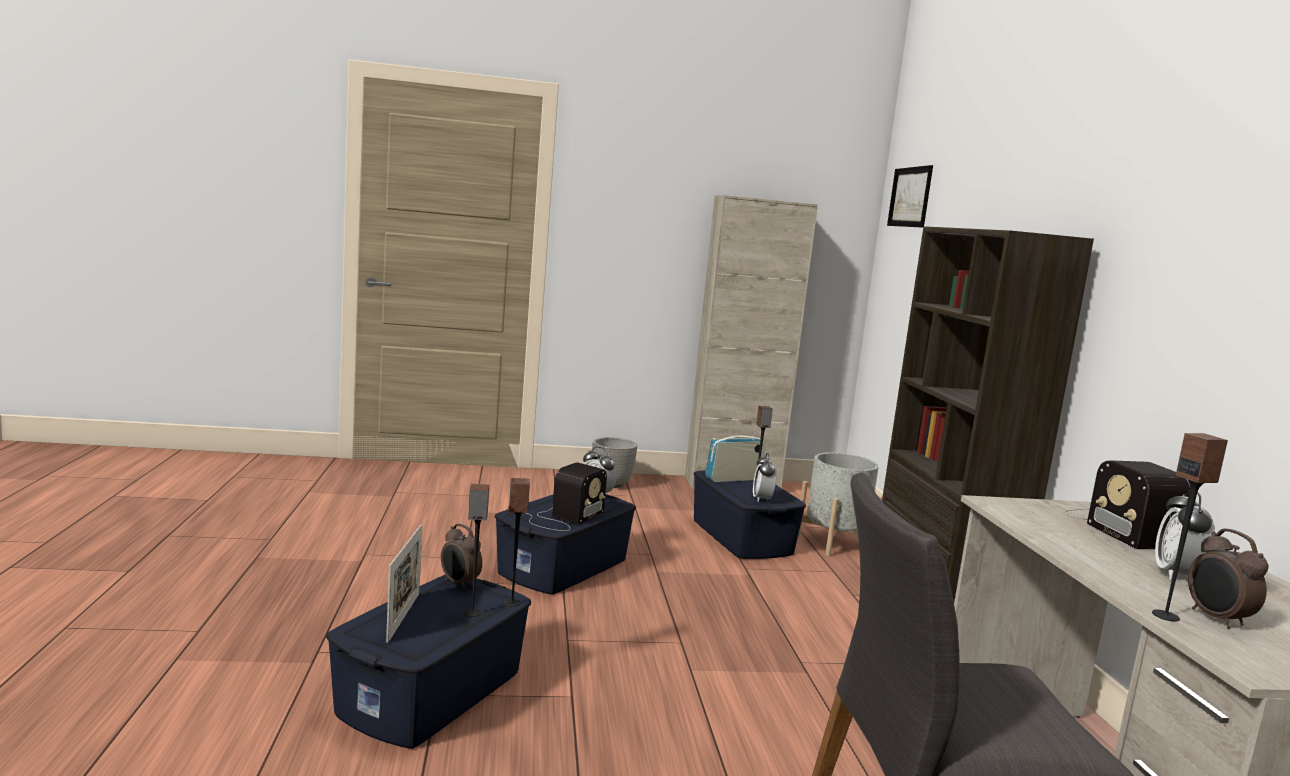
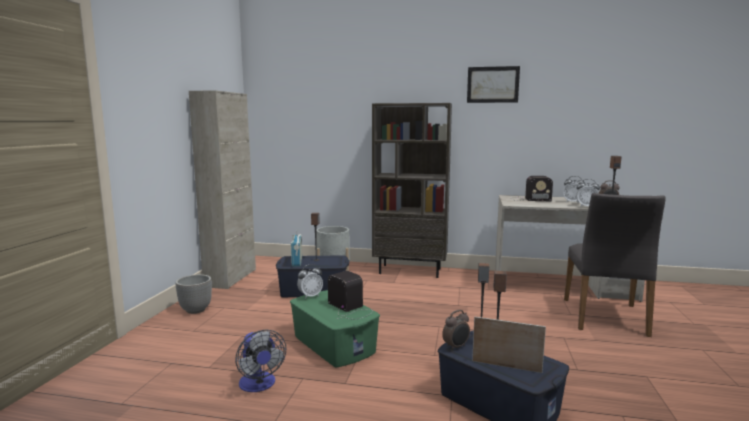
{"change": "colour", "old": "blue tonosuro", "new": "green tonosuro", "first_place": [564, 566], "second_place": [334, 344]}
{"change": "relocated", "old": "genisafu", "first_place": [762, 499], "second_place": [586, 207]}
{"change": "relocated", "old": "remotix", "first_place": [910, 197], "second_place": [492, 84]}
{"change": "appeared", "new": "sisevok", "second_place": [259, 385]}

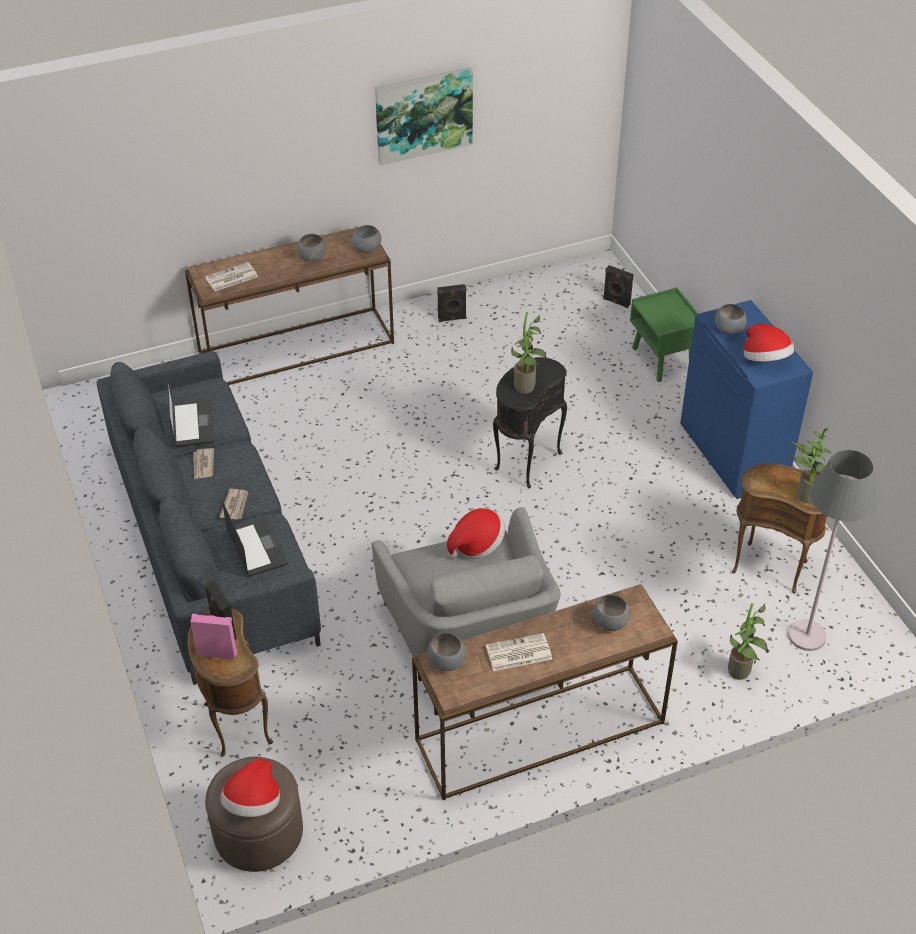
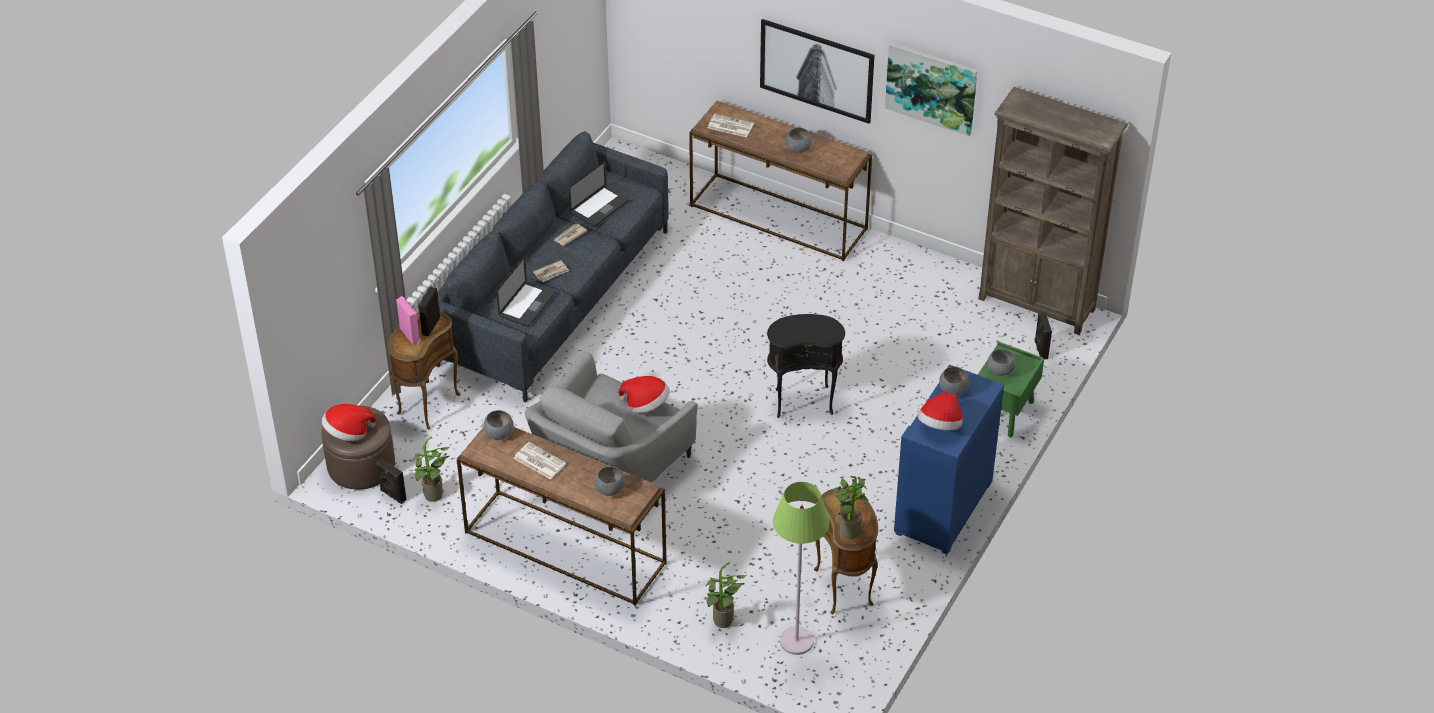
{"change": "relocated", "old": "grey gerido", "first_place": [366, 248], "second_place": [1000, 370]}
{"change": "relocated", "old": "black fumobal", "first_place": [452, 319], "second_place": [392, 495]}
{"change": "relocated", "old": "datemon", "first_place": [527, 388], "second_place": [433, 497]}
{"change": "colour", "old": "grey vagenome", "new": "green vagenome", "first_place": [807, 636], "second_place": [796, 641]}
{"change": "appeared", "new": "remotix", "second_place": [816, 70]}
{"change": "appeared", "new": "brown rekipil", "second_place": [1037, 304]}

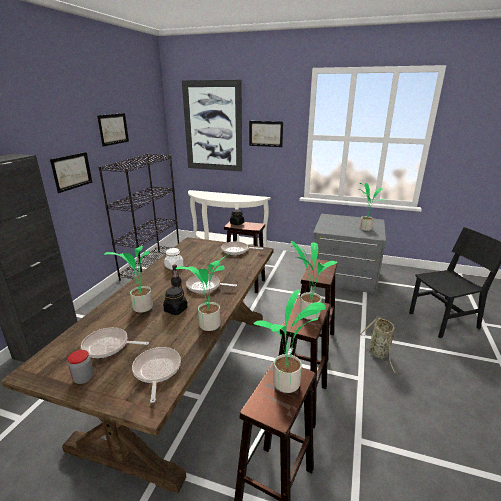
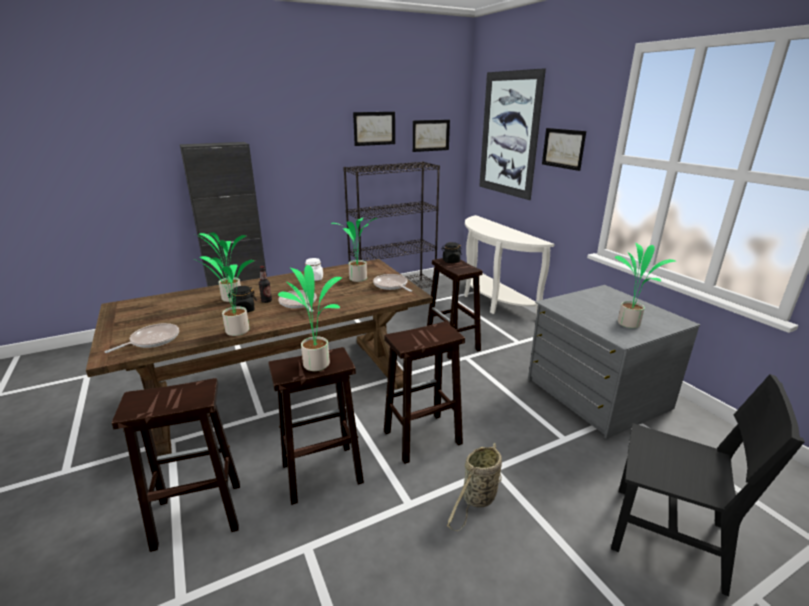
{"change": "relocated", "old": "remotix", "first_place": [72, 171], "second_place": [431, 135]}
{"change": "missing", "old": "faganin", "first_place": [83, 378]}
{"change": "missing", "old": "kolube", "first_place": [108, 346]}
{"change": "relocated", "old": "datemon", "first_place": [287, 385], "second_place": [357, 279]}

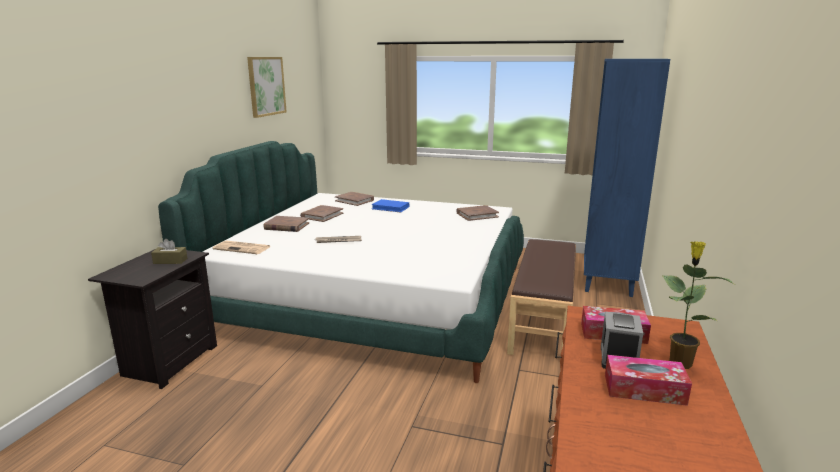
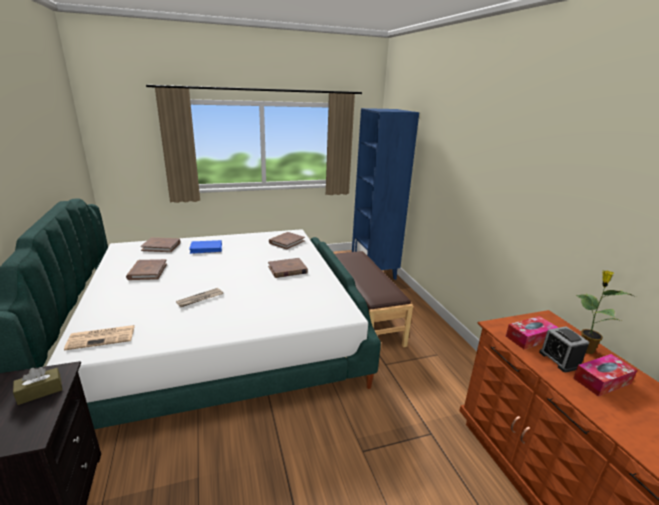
{"change": "missing", "old": "remotix", "first_place": [266, 86]}
{"change": "relocated", "old": "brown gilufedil", "first_place": [286, 226], "second_place": [287, 270]}

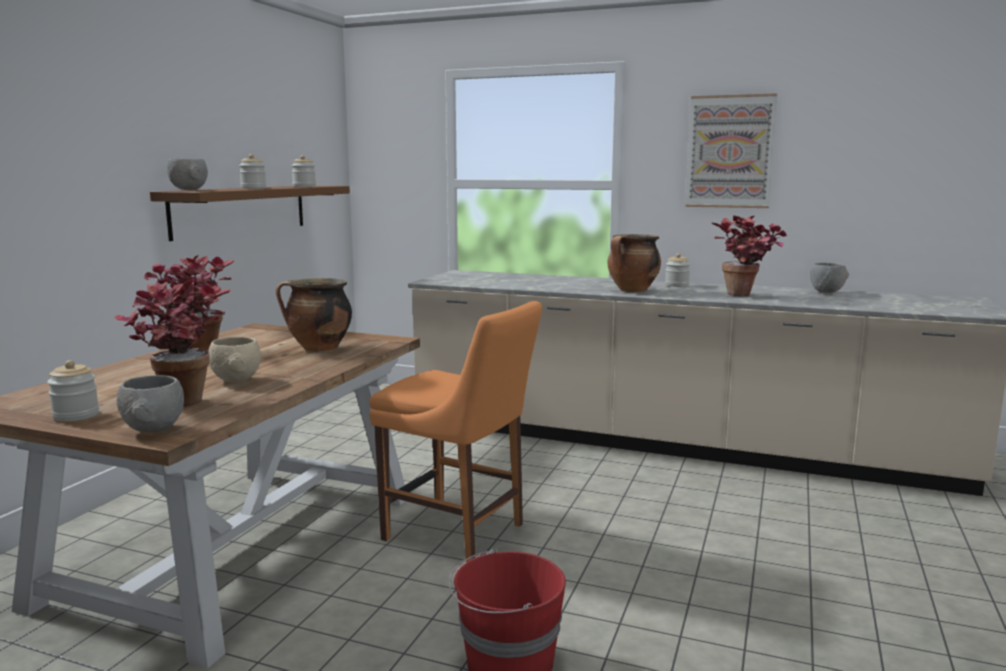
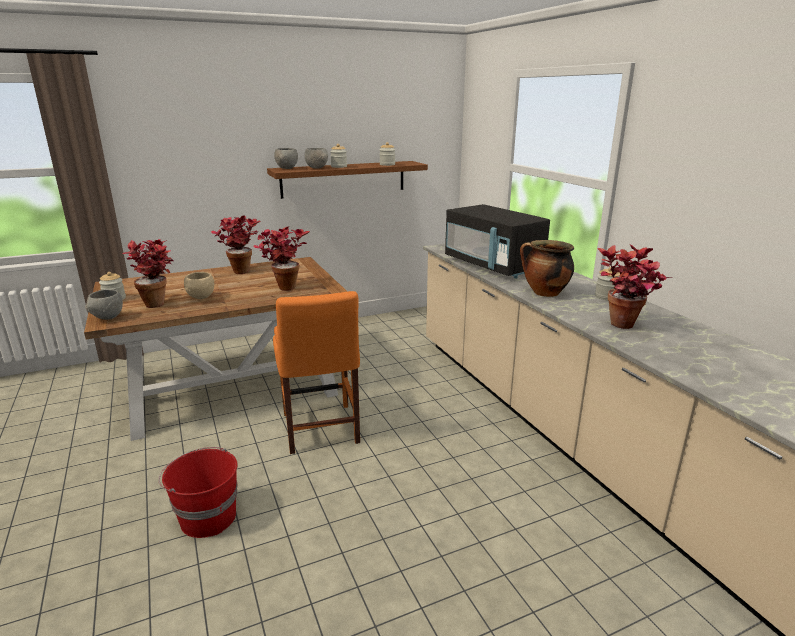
{"change": "exchanged", "old": "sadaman", "new": "datemon", "first_place": [318, 349], "second_place": [283, 286]}
{"change": "missing", "old": "remotix", "first_place": [730, 152]}
{"change": "relocated", "old": "grey gerido", "first_place": [827, 292], "second_place": [317, 168]}
{"change": "appeared", "new": "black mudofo", "second_place": [492, 266]}

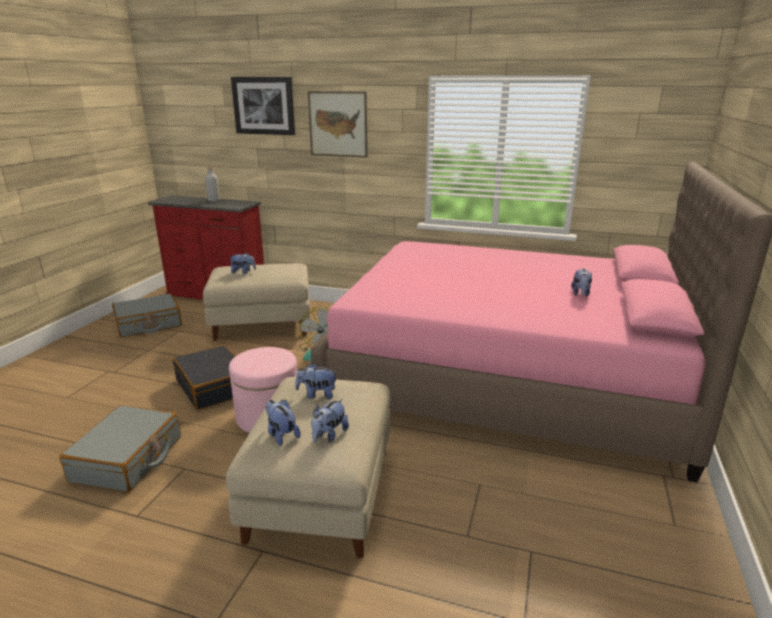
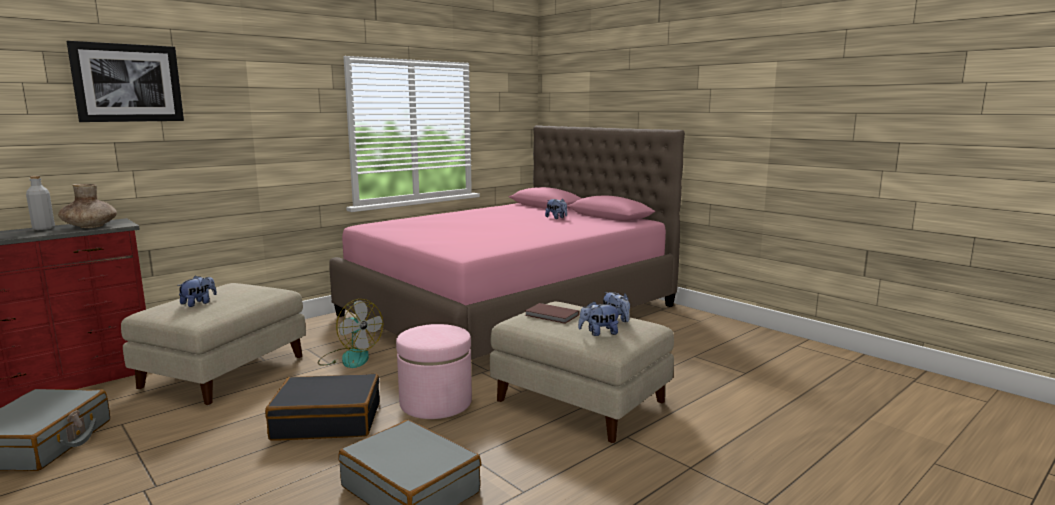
{"change": "exchanged", "old": "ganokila", "new": "brown gilufedil", "first_place": [317, 395], "second_place": [552, 315]}
{"change": "missing", "old": "remotix", "first_place": [338, 124]}
{"change": "appeared", "new": "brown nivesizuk", "second_place": [90, 226]}

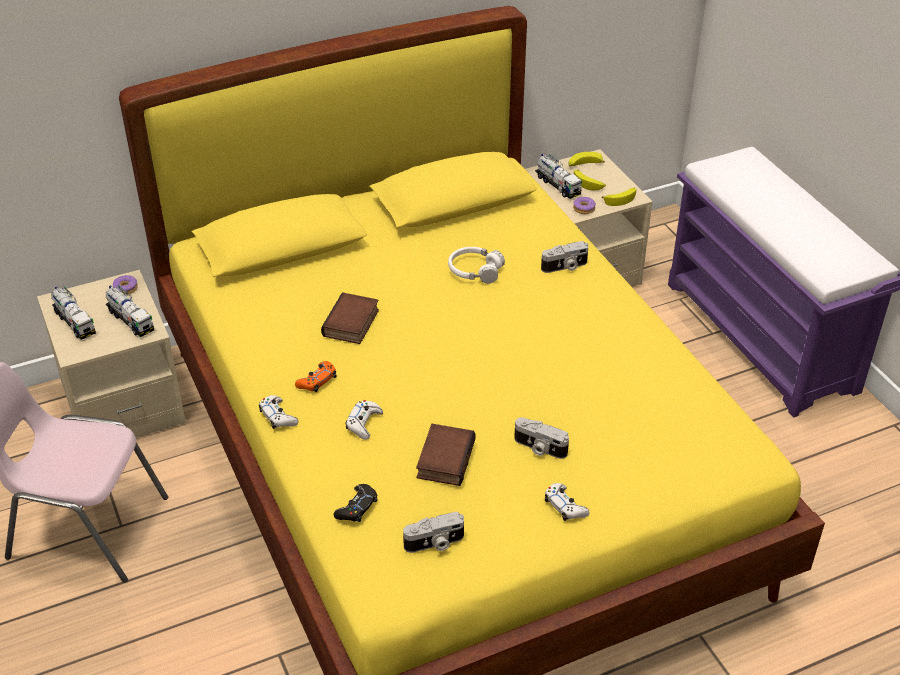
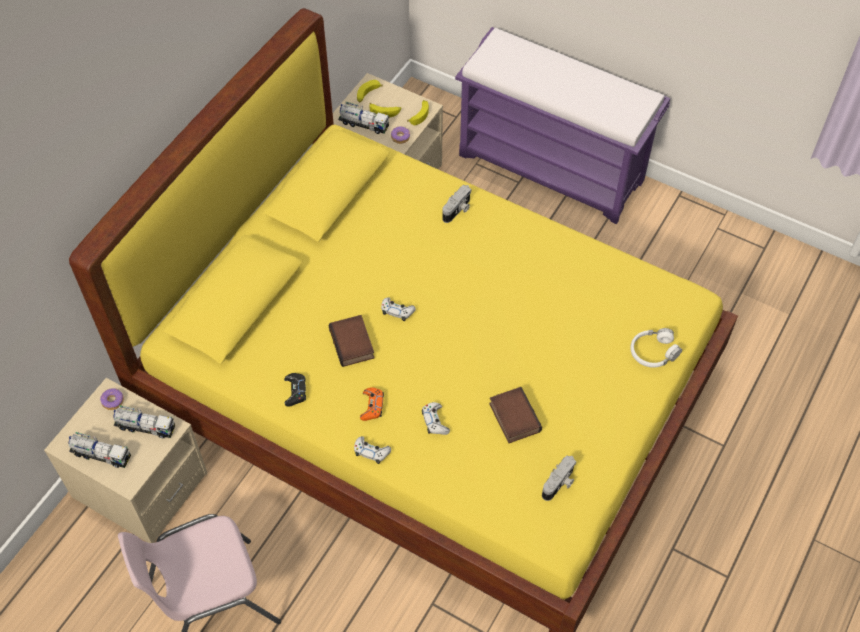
{"change": "relocated", "old": "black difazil", "first_place": [356, 508], "second_place": [295, 391]}
{"change": "relocated", "old": "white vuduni", "first_place": [475, 270], "second_place": [653, 352]}
{"change": "missing", "old": "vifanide", "first_place": [539, 448]}
{"change": "relocated", "old": "white difazil", "first_place": [565, 506], "second_place": [397, 311]}

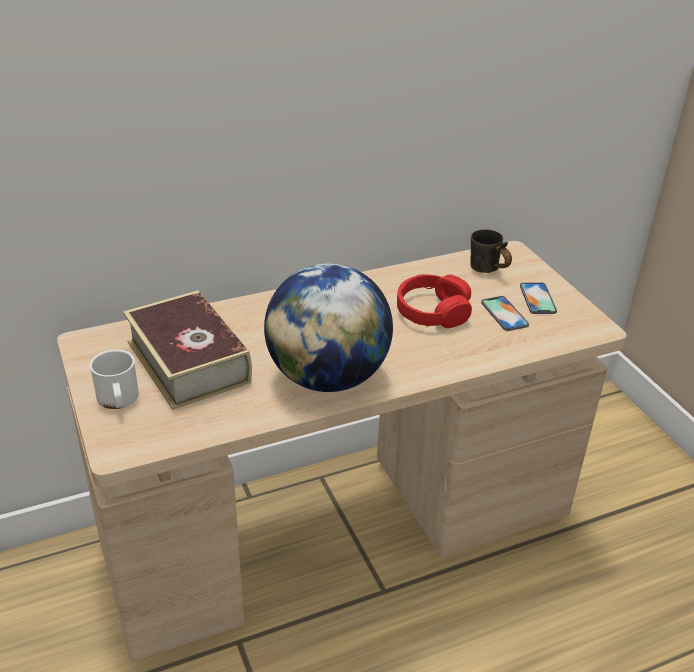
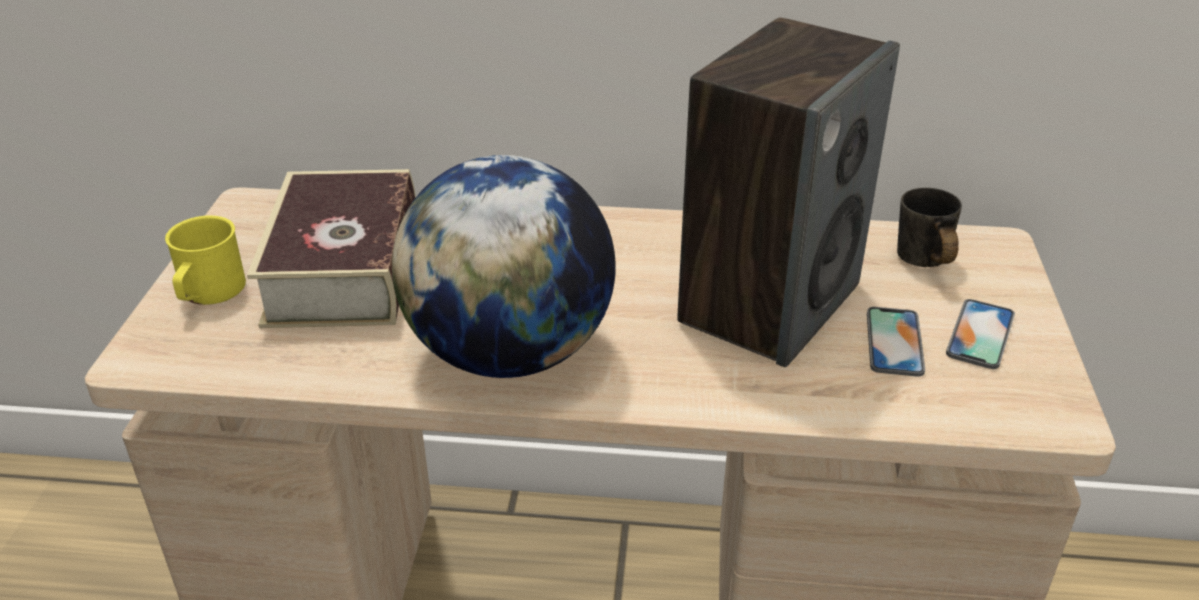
{"change": "colour", "old": "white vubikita", "new": "yellow vubikita", "first_place": [118, 400], "second_place": [208, 293]}
{"change": "exchanged", "old": "red vuduni", "new": "fumobal", "first_place": [432, 311], "second_place": [769, 302]}

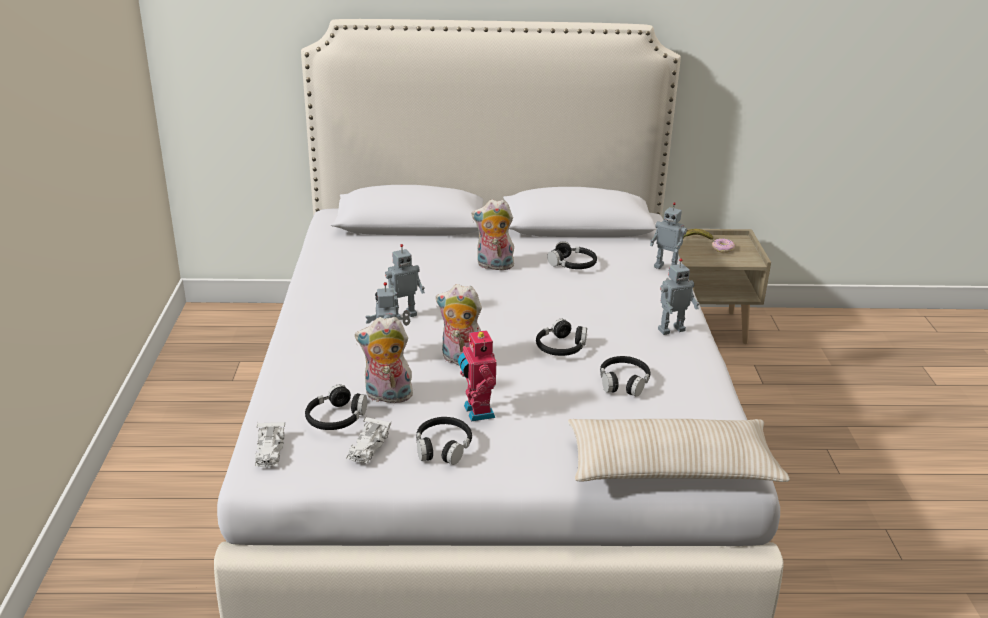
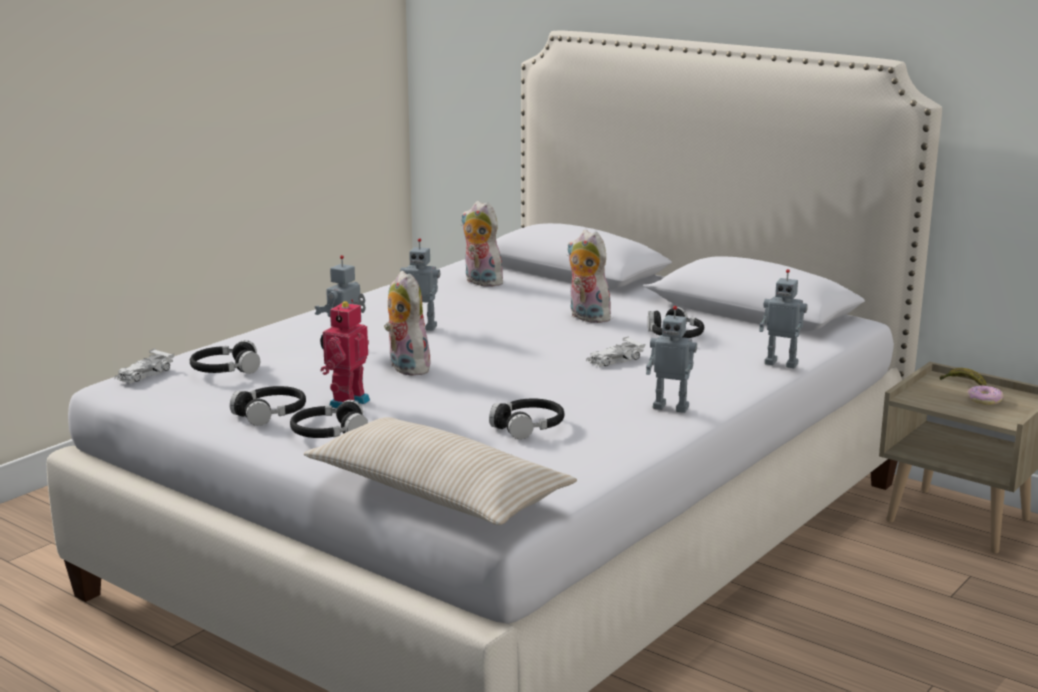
{"change": "relocated", "old": "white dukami", "first_place": [368, 447], "second_place": [614, 360]}
{"change": "relocated", "old": "ganokila", "first_place": [387, 397], "second_place": [480, 282]}
{"change": "relocated", "old": "black vuduni", "first_place": [561, 347], "second_place": [328, 433]}
{"change": "spun", "old": "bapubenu", "first_place": [666, 267], "second_place": [782, 363], "degrees": -45}

